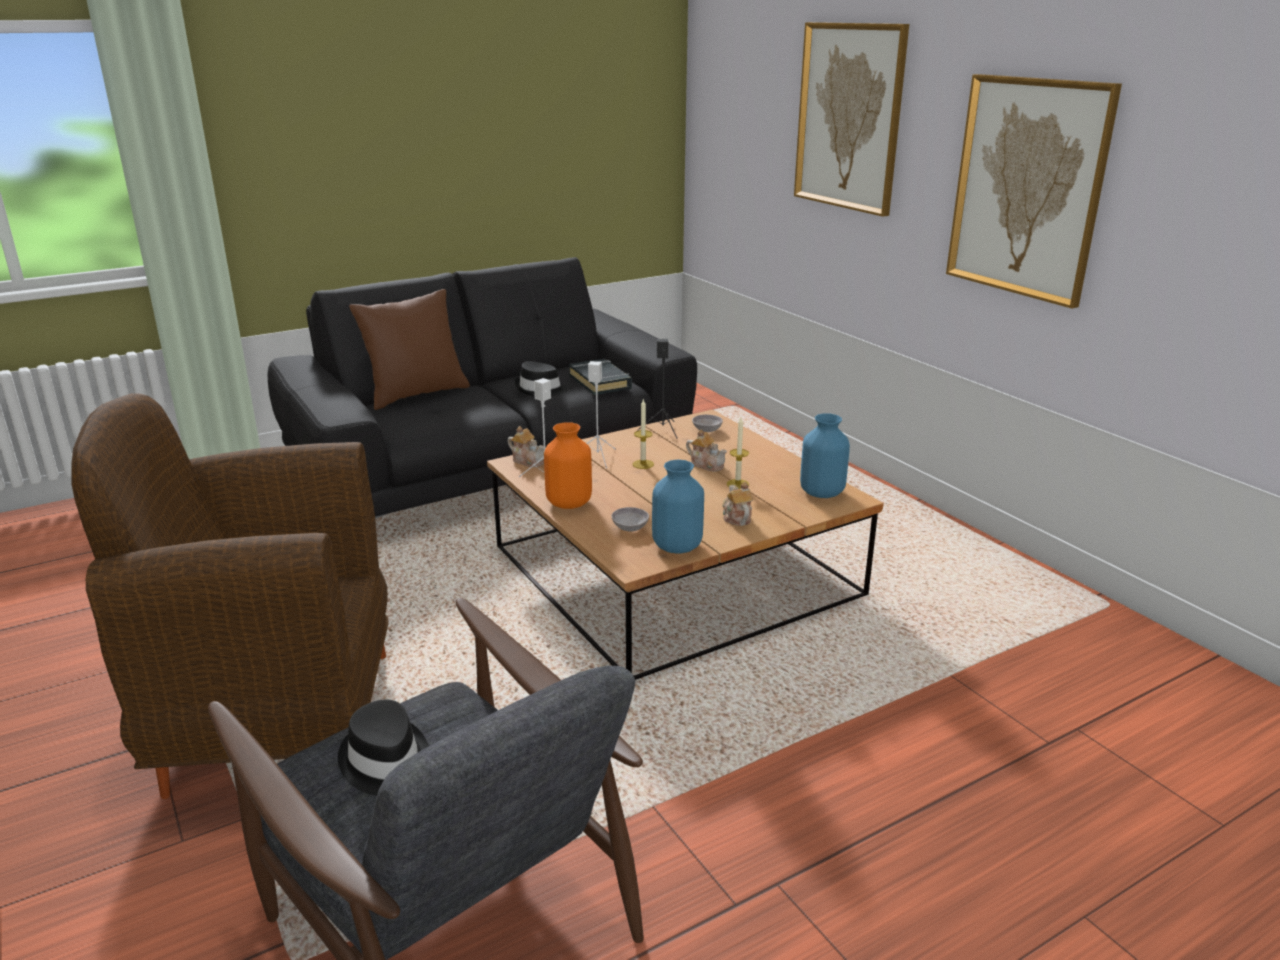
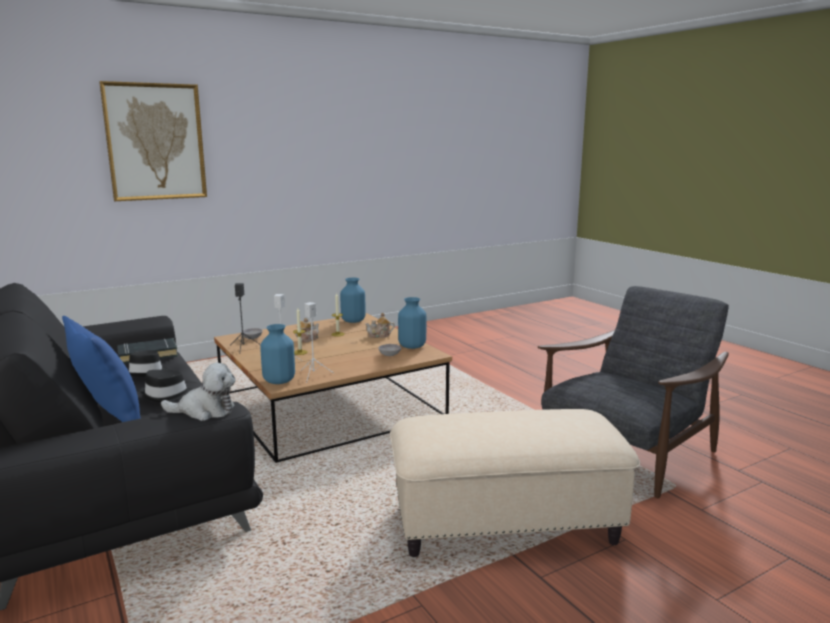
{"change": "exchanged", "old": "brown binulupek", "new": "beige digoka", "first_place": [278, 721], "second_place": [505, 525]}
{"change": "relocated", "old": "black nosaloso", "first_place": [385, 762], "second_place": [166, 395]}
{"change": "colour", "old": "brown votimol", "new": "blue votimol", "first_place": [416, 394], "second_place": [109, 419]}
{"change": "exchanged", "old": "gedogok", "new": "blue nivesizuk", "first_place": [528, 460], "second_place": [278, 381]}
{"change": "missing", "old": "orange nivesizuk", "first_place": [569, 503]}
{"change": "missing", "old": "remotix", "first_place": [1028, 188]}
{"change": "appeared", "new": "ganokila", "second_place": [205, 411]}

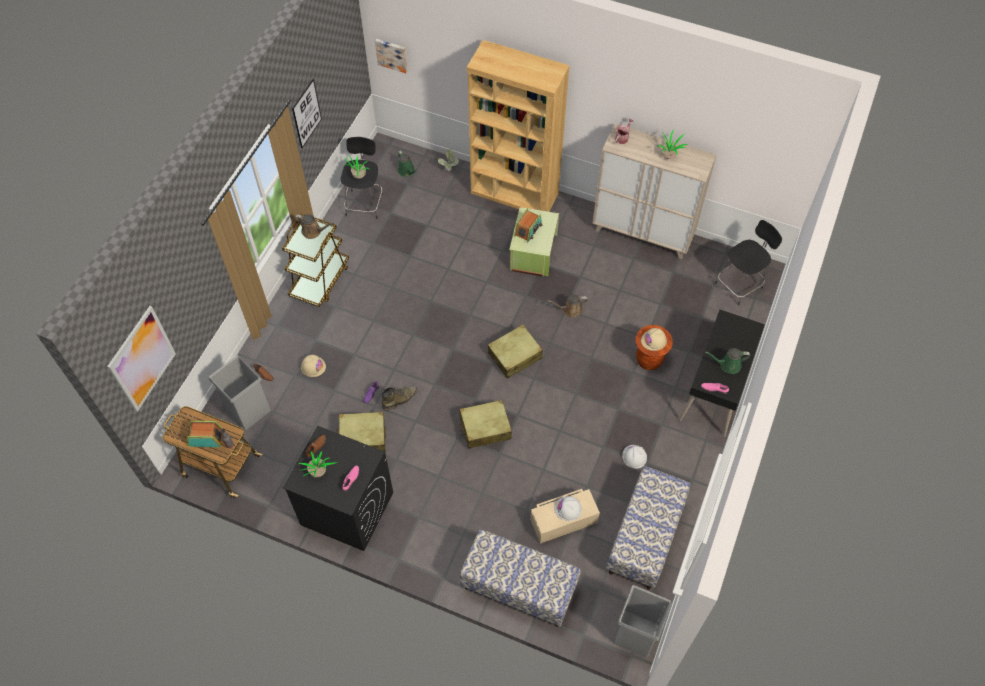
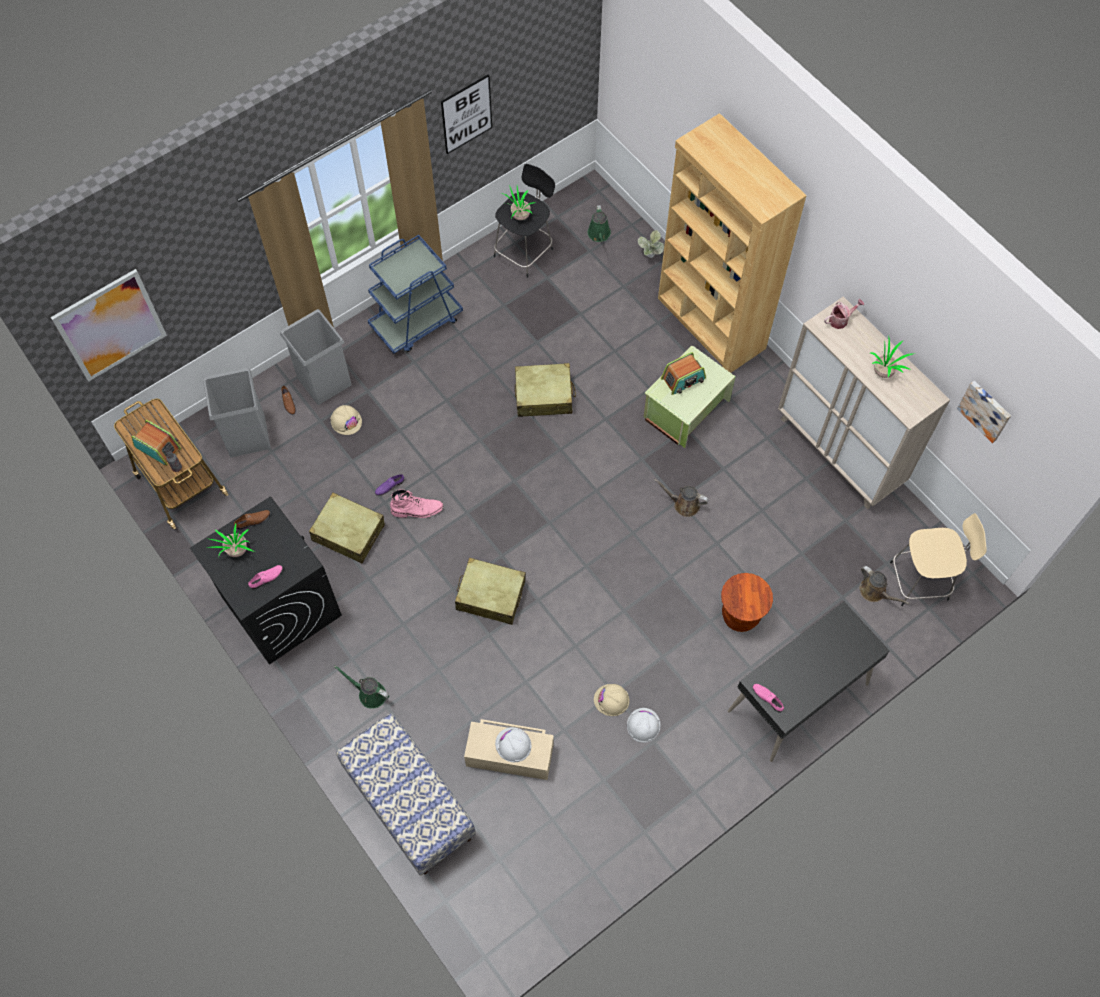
{"change": "colour", "old": "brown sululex", "new": "blue sululex", "first_place": [320, 280], "second_place": [416, 322]}
{"change": "relocated", "old": "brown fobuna", "first_place": [313, 231], "second_place": [875, 592]}
{"change": "relocated", "old": "remotix", "first_place": [392, 54], "second_place": [985, 410]}
{"change": "colour", "old": "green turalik", "new": "pink turalik", "first_place": [400, 399], "second_place": [417, 510]}
{"change": "relocated", "old": "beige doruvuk", "first_place": [515, 356], "second_place": [544, 396]}
{"change": "missing", "old": "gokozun", "first_place": [645, 538]}
{"change": "relocated", "old": "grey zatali", "first_place": [635, 633], "second_place": [324, 381]}
{"change": "relocated", "old": "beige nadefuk", "first_place": [654, 340], "second_place": [611, 700]}
{"change": "relocated", "old": "green fobuna", "first_place": [728, 365], "second_place": [369, 693]}
{"change": "colour", "old": "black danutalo", "new": "beige danutalo", "first_place": [740, 284], "second_place": [921, 580]}

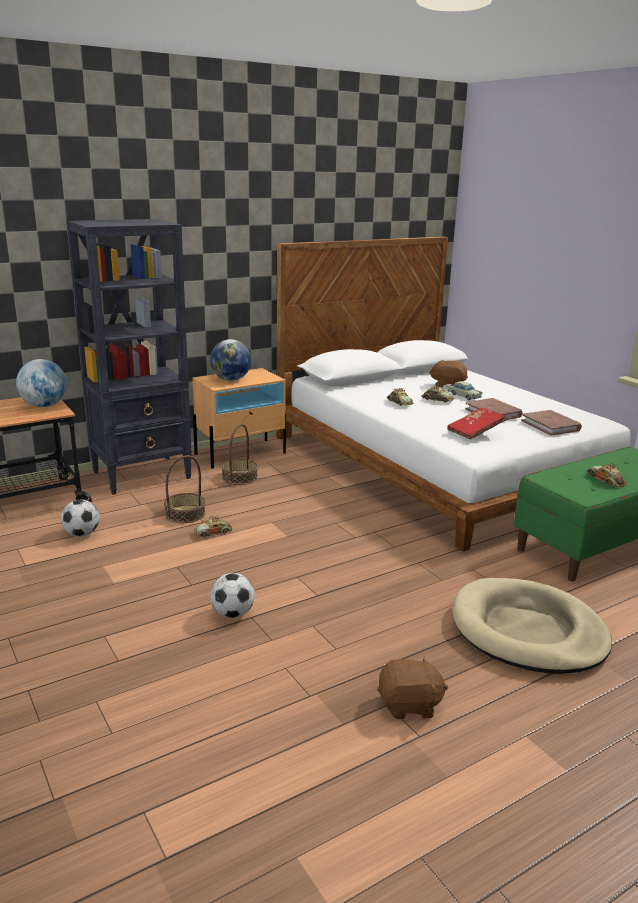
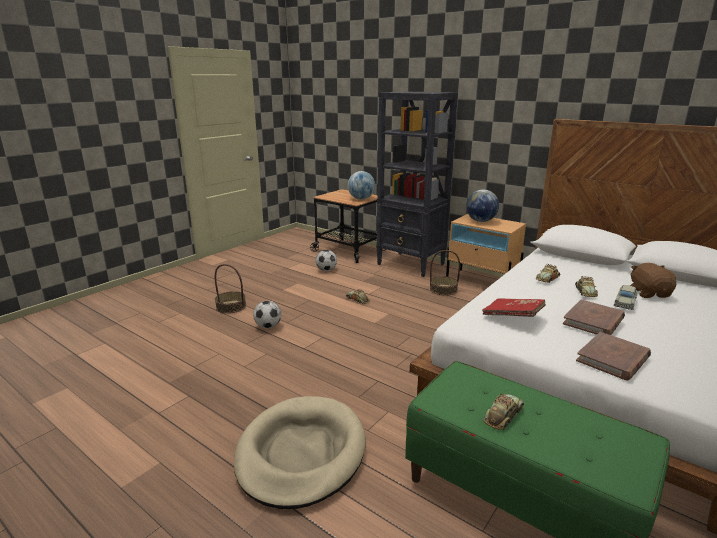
{"change": "relocated", "old": "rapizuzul", "first_place": [185, 514], "second_place": [231, 306]}
{"change": "missing", "old": "brown ganokila", "first_place": [409, 705]}

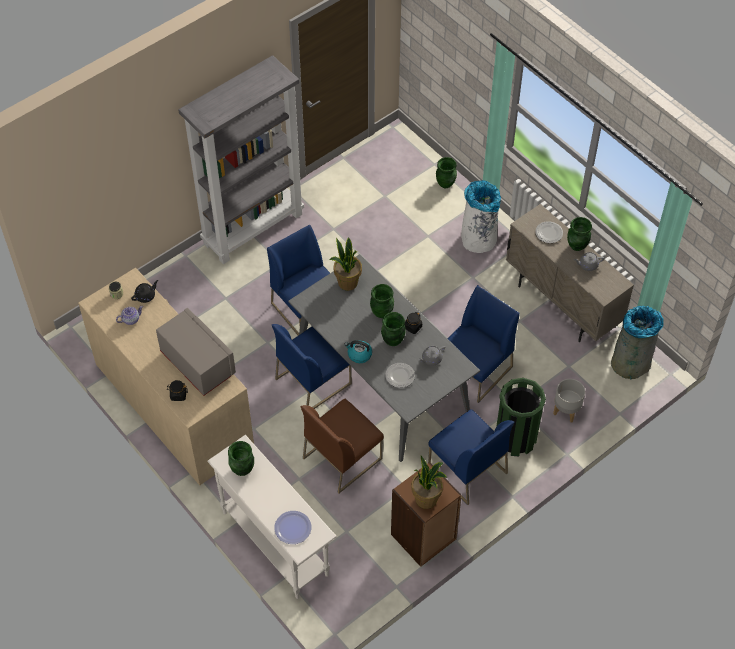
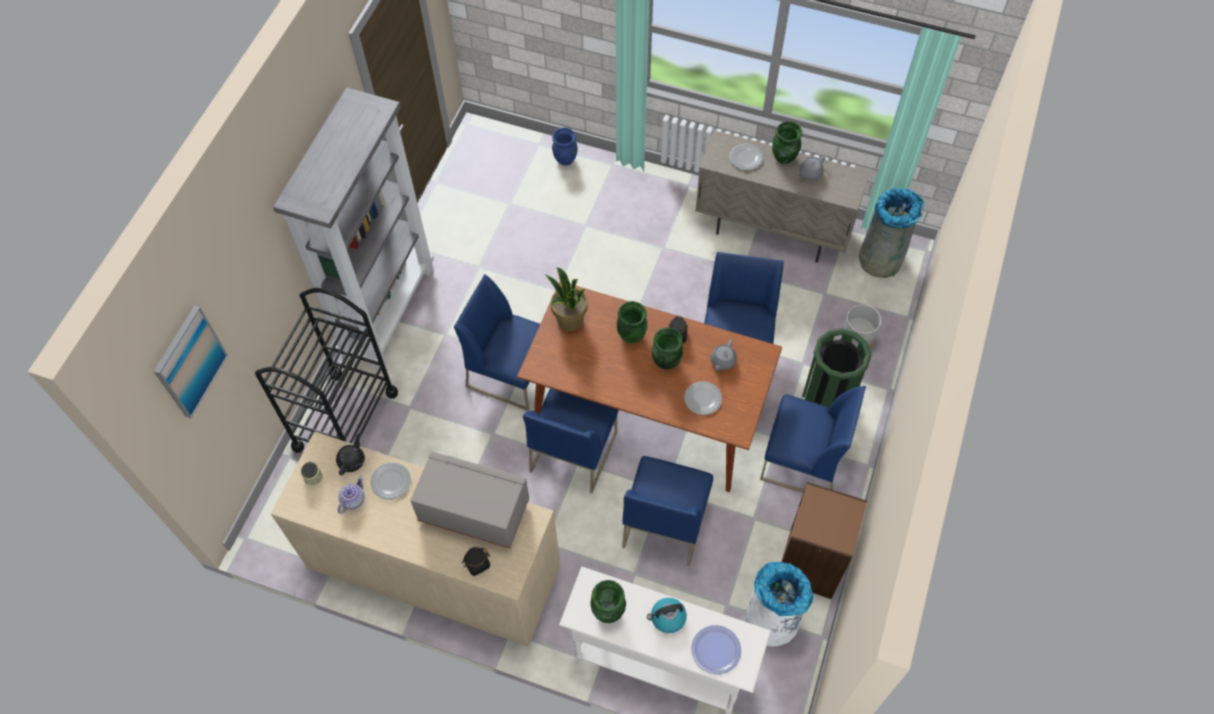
{"change": "colour", "old": "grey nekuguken", "new": "brown nekuguken", "first_place": [382, 382], "second_place": [648, 412]}
{"change": "colour", "old": "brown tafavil", "new": "blue tafavil", "first_place": [342, 457], "second_place": [664, 522]}
{"change": "relocated", "old": "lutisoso", "first_place": [359, 355], "second_place": [667, 618]}
{"change": "missing", "old": "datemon", "first_place": [426, 499]}
{"change": "colour", "old": "green nivesizuk", "new": "blue nivesizuk", "first_place": [445, 183], "second_place": [565, 159]}
{"change": "relocated", "old": "white zatali", "first_place": [478, 239], "second_place": [771, 620]}
{"change": "appeared", "new": "remotix", "second_place": [189, 362]}
{"change": "appeared", "new": "black sululex", "second_place": [345, 420]}
{"change": "appeared", "new": "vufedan", "second_place": [390, 481]}

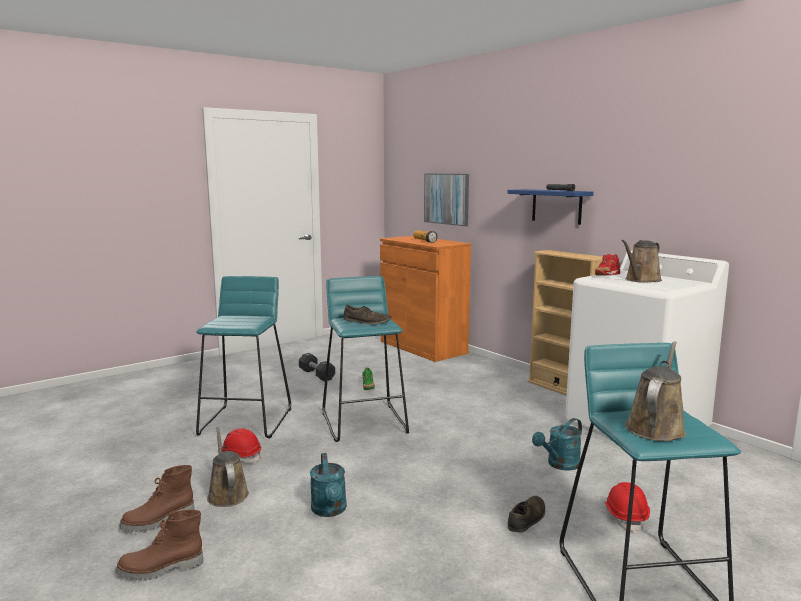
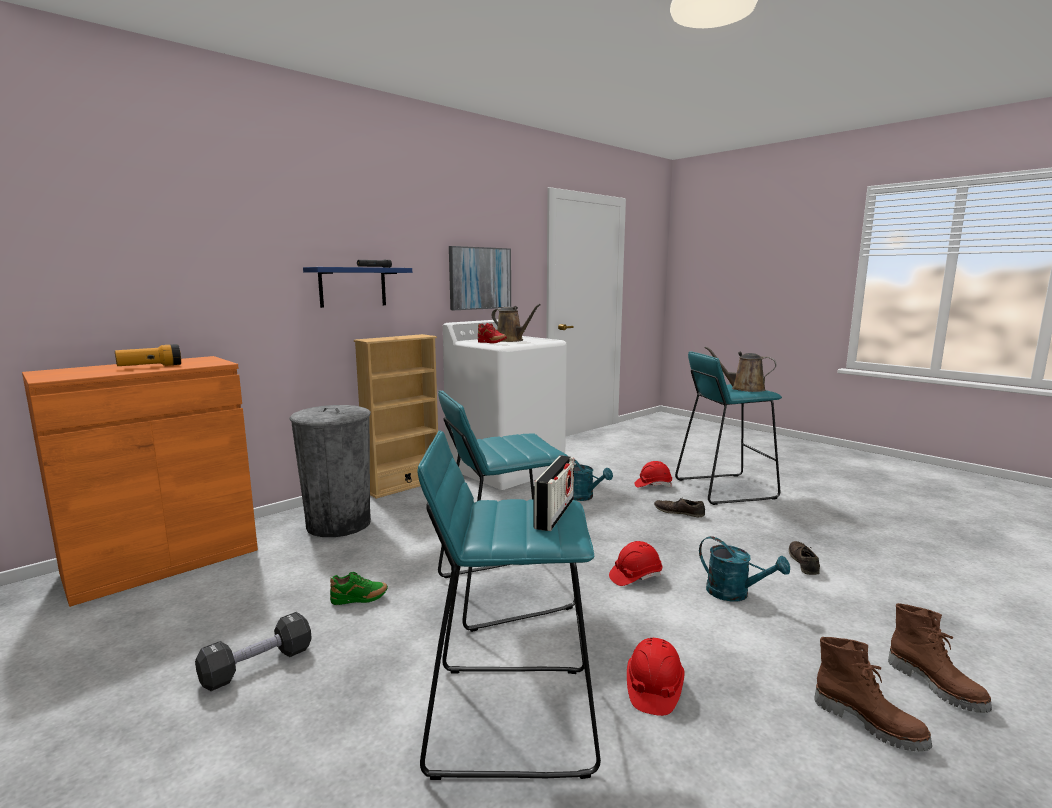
{"change": "missing", "old": "brown fobuna", "first_place": [227, 494]}
{"change": "spun", "old": "turquoise fobuna", "first_place": [330, 511], "second_place": [735, 594], "degrees": 60}
{"change": "relocated", "old": "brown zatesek", "first_place": [367, 321], "second_place": [803, 562]}
{"change": "relocated", "old": "remotix", "first_place": [447, 199], "second_place": [480, 278]}
{"change": "appeared", "new": "grey zatali", "second_place": [338, 524]}
{"change": "appeared", "new": "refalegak", "second_place": [554, 513]}
{"change": "appeared", "new": "red nadefuk", "second_place": [635, 576]}

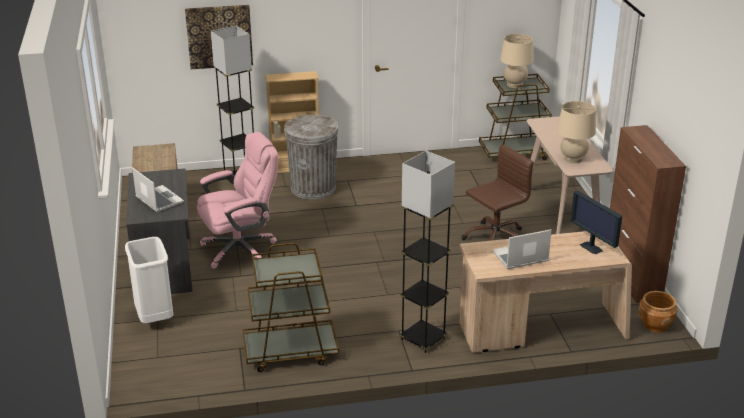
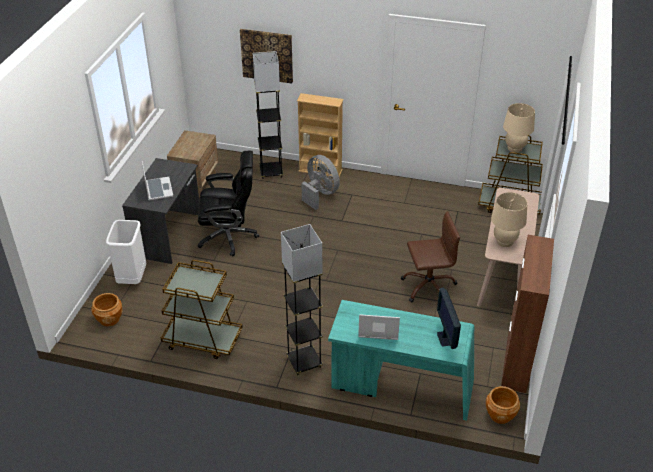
{"change": "colour", "old": "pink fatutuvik", "new": "black fatutuvik", "first_place": [240, 249], "second_place": [229, 236]}
{"change": "exchanged", "old": "grey zatali", "new": "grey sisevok", "first_place": [313, 188], "second_place": [320, 194]}
{"change": "colour", "old": "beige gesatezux", "new": "turquoise gesatezux", "first_place": [541, 330], "second_place": [401, 386]}
{"change": "appeared", "new": "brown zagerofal", "second_place": [109, 319]}

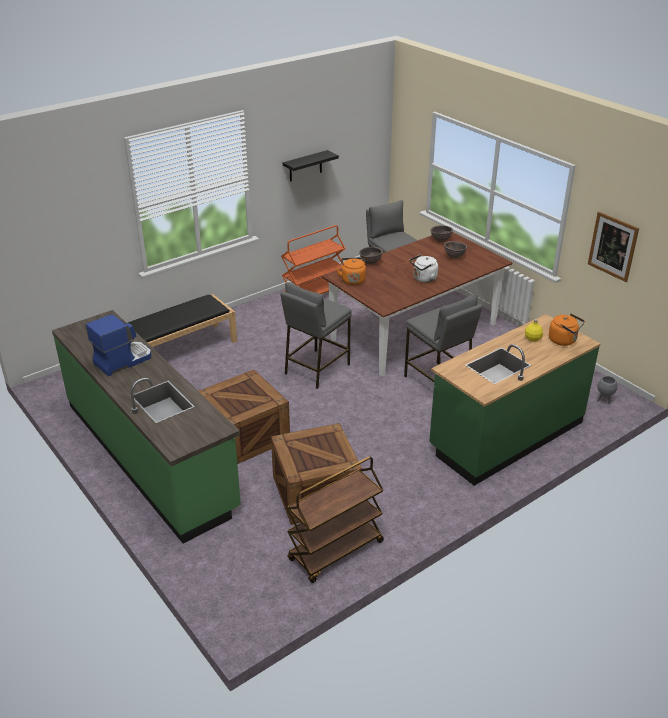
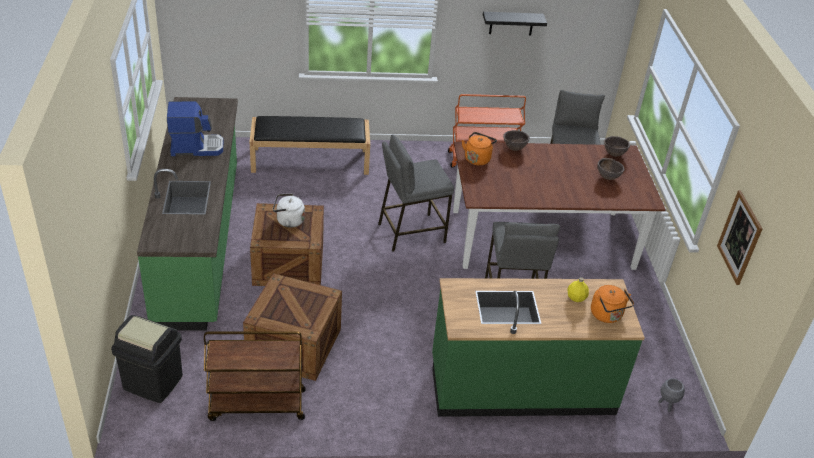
{"change": "relocated", "old": "white lutisoso", "first_place": [423, 279], "second_place": [288, 221]}
{"change": "appeared", "new": "black zatali", "second_place": [152, 383]}

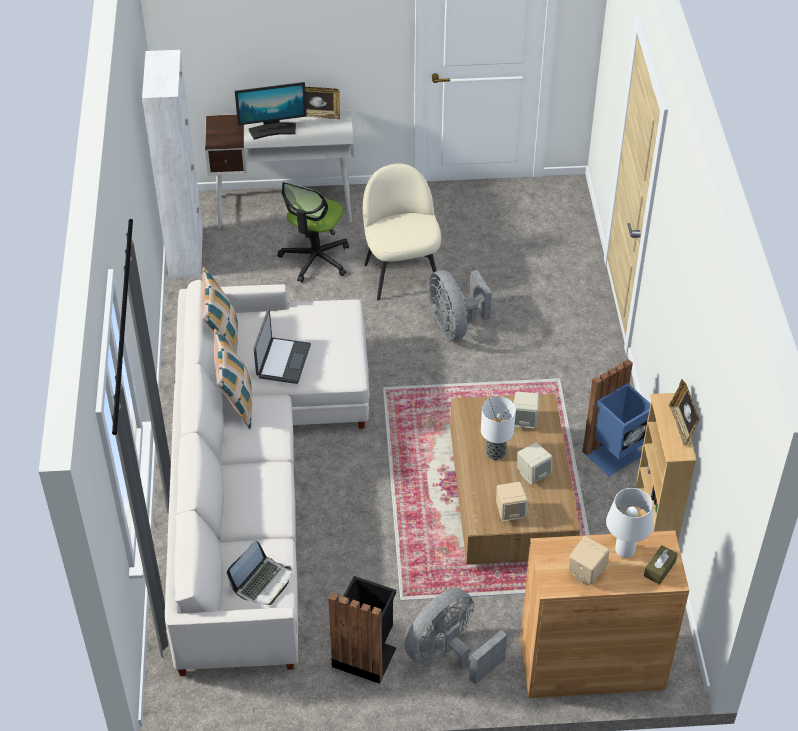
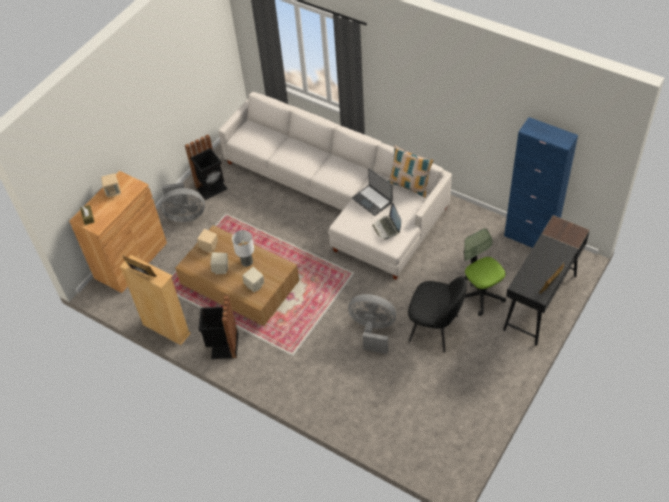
{"change": "colour", "old": "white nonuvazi", "new": "blue nonuvazi", "first_place": [186, 253], "second_place": [529, 238]}
{"change": "colour", "old": "white gesatezux", "new": "black gesatezux", "first_place": [285, 208], "second_place": [540, 303]}
{"change": "missing", "old": "votimol", "first_place": [236, 402]}
{"change": "relocated", "old": "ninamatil", "first_place": [262, 582], "second_place": [387, 228]}
{"change": "missing", "old": "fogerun", "first_place": [273, 130]}
{"change": "colour", "old": "beige tafavil", "new": "black tafavil", "first_place": [401, 274], "second_place": [435, 329]}
{"change": "spun", "old": "grey sisevok", "first_place": [449, 654], "second_place": [184, 215], "degrees": 90}
{"change": "colour", "old": "blue zatali", "new": "black zatali", "first_place": [615, 454], "second_place": [223, 346]}
{"change": "missing", "old": "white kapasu", "first_place": [624, 551]}

